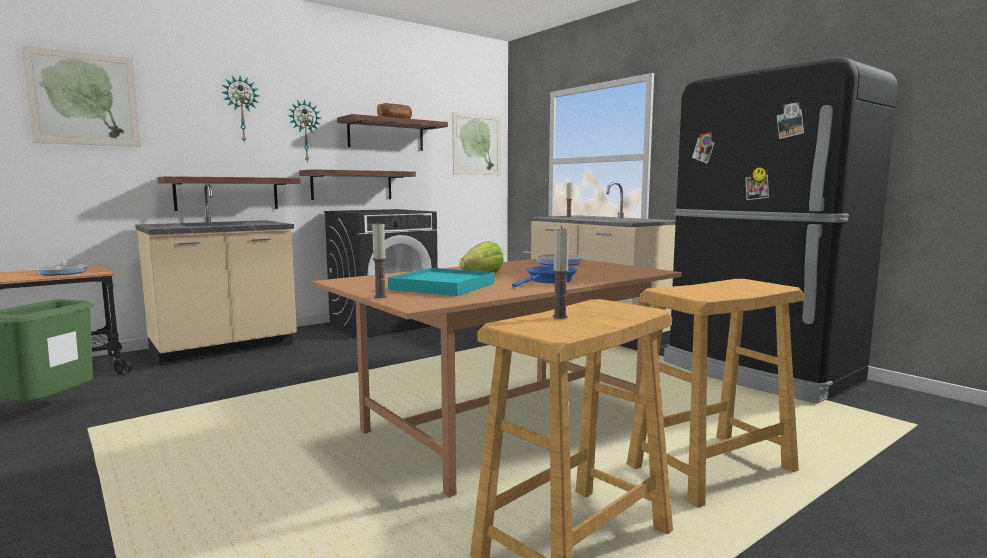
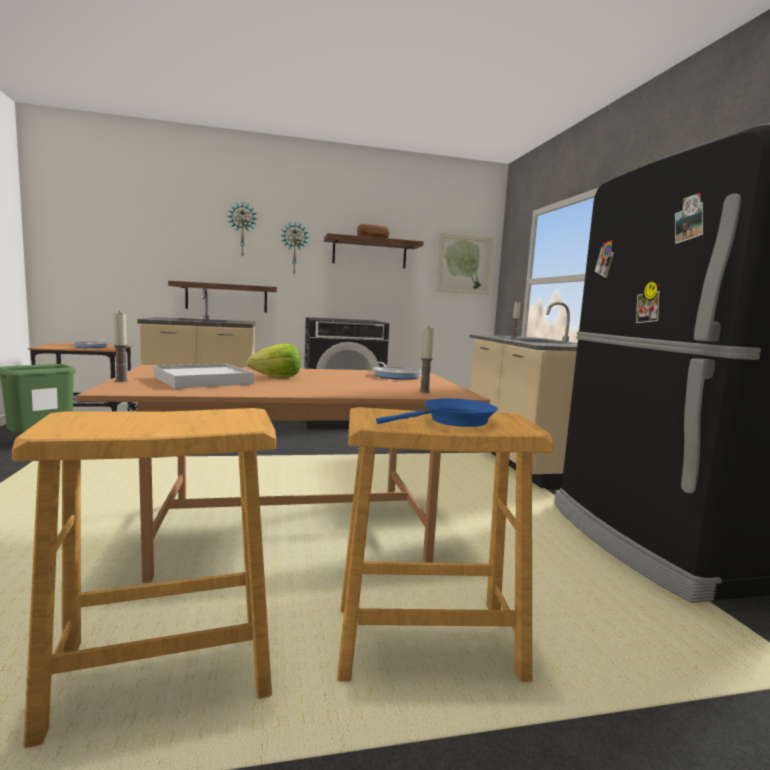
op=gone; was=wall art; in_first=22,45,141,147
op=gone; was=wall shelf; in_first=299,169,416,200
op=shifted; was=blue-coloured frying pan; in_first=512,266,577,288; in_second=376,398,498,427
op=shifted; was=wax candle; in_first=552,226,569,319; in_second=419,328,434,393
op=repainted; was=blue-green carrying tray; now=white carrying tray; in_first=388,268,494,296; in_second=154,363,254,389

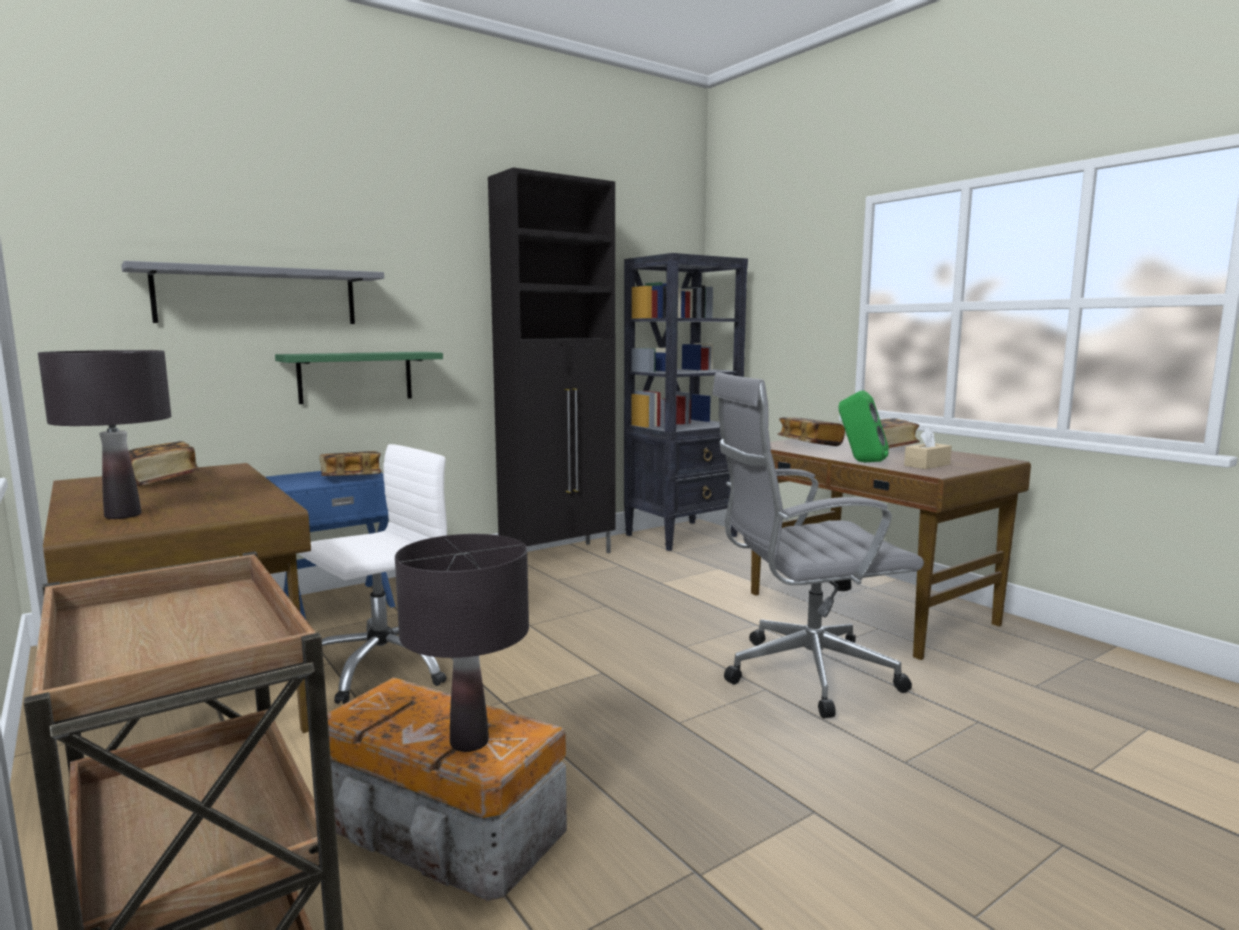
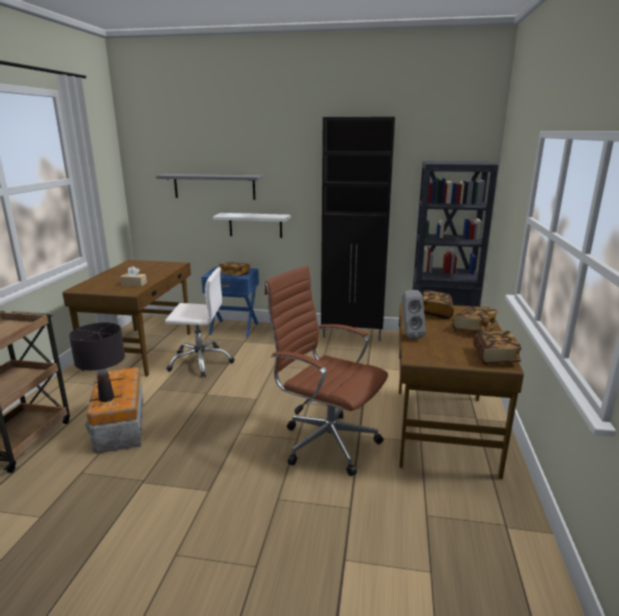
op=gone; was=black lamp for a table; in_first=38,350,171,519
op=shifted; was=bound book; in_first=129,441,199,486; in_second=473,331,522,365
op=shifted; was=beige tissue holder; in_first=904,427,952,469; in_second=120,266,147,286
op=repainted; was=greenish wall shelf; now=white wall shelf; in_first=275,352,443,404; in_second=213,213,290,238
op=repainted; was=greyish desk chair; now=brown desk chair; in_first=712,372,924,719; in_second=264,265,388,476
op=repainted; was=greenish loudspeaker; now=greyish loudspeaker; in_first=839,391,889,462; in_second=402,290,426,339

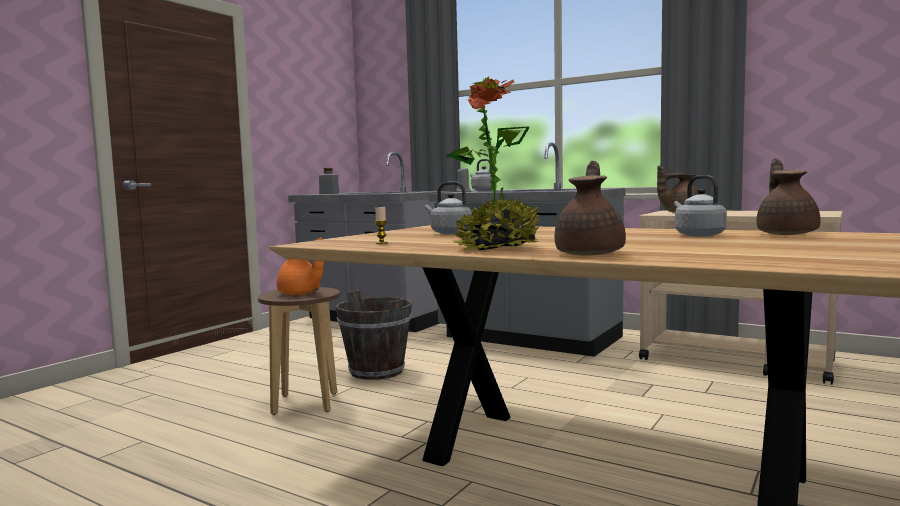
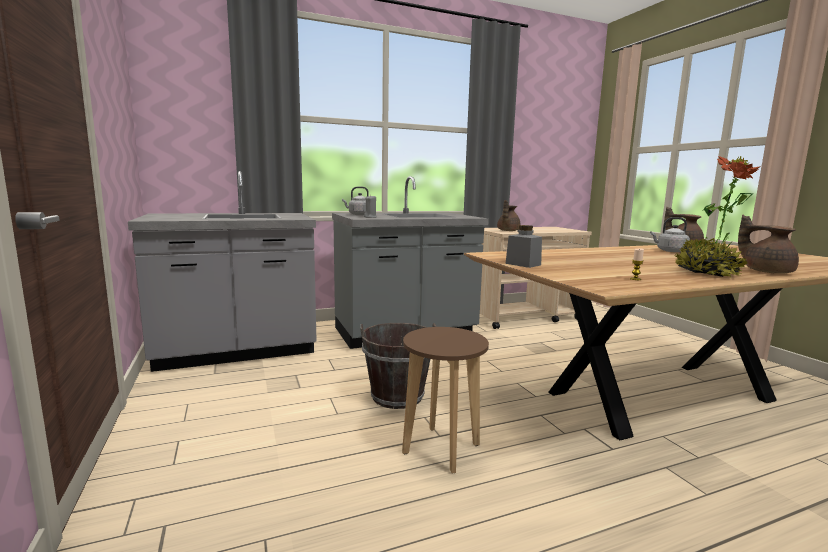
op=gone; was=orangey pot for tea; in_first=277,238,324,295
op=gone; was=greyish water kettle; in_first=425,182,472,234
op=shifted; was=greyish jar; in_first=319,168,339,194; in_second=505,225,542,268

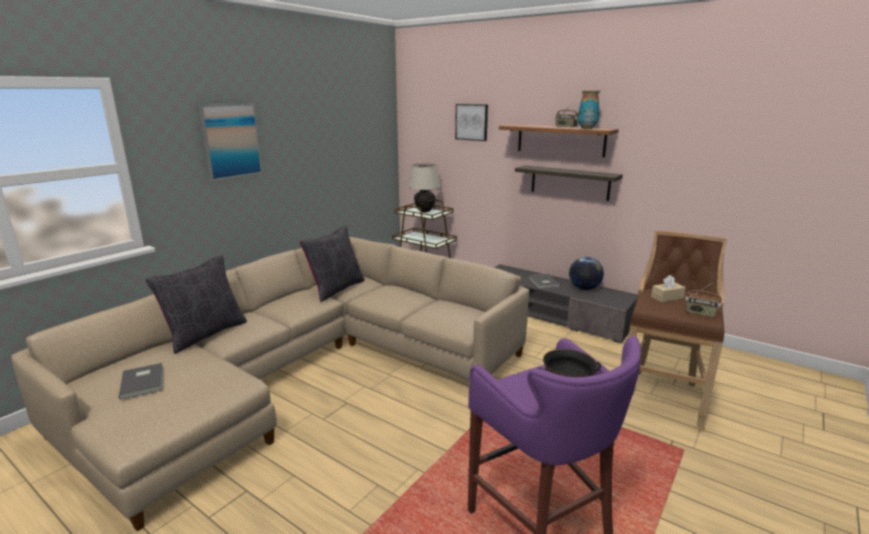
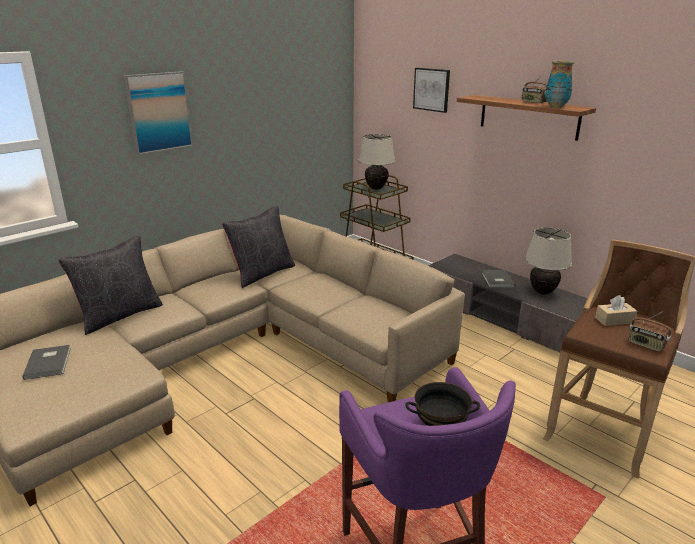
op=gone; was=wall shelf; in_first=515,165,623,201
op=swapped; was=globe; now=beige lamp for a table; in_first=569,257,604,290; in_second=524,228,572,295

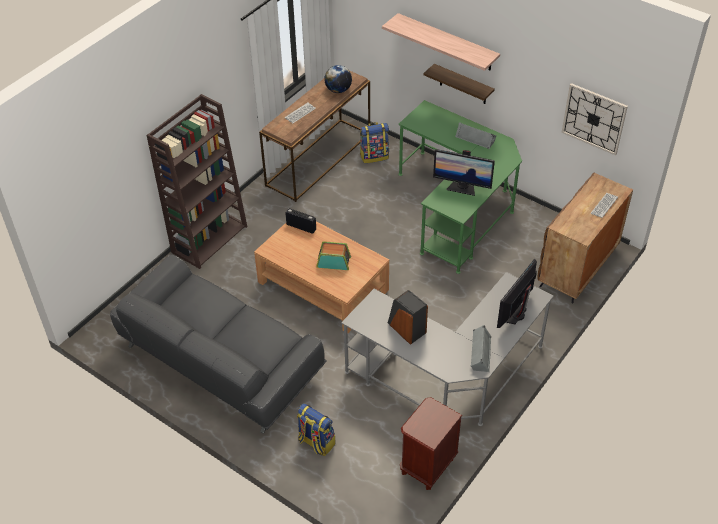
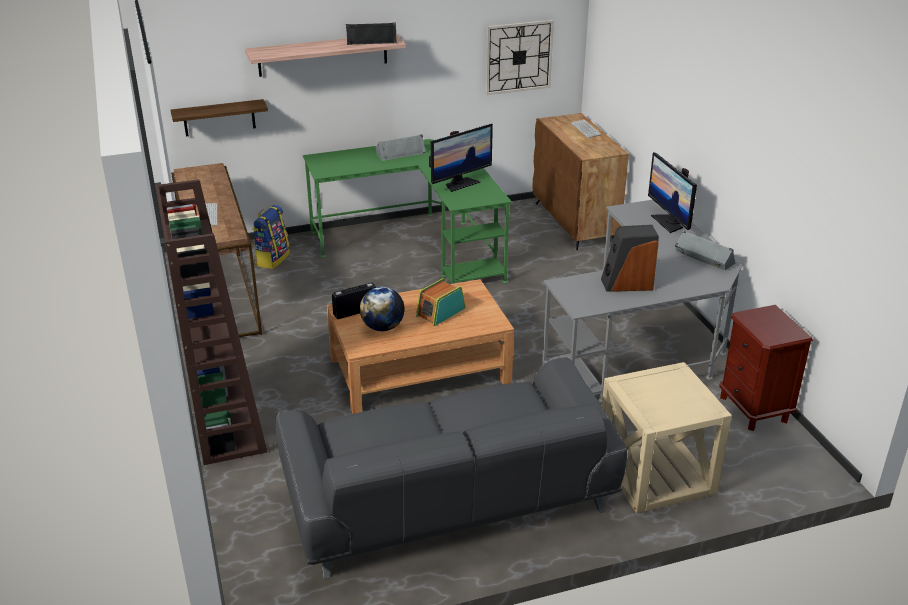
op=new; now=black loudspeaker; in_second=346,23,397,45
op=shifted; was=globe; in_first=324,65,352,93; in_second=360,287,405,331
op=shifted; was=wall shelf; in_first=423,64,495,104; in_second=170,99,268,137
op=swapped; was=backpack; now=beige end table; in_first=297,403,335,456; in_second=602,362,732,513

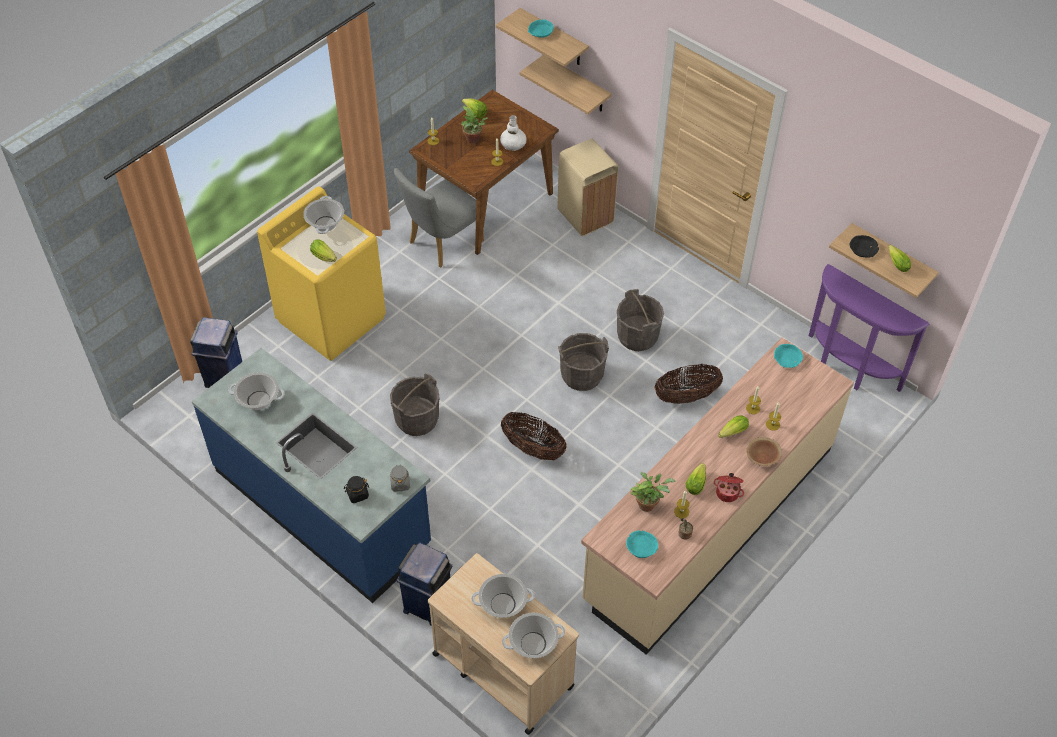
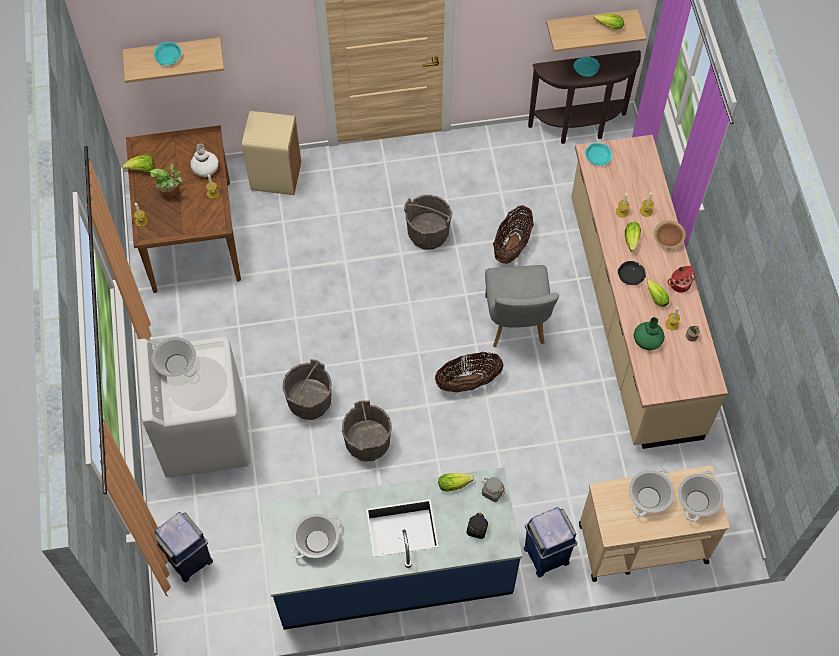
op=gone; was=wall shelf; in_first=520,55,612,114
op=shifted; was=head of lettuce; in_first=310,239,337,262; in_second=438,473,474,492
op=shifted; was=greyish plain chair; in_first=394,168,484,267; in_second=485,265,559,347
op=shifted; was=greyish bucket; in_first=558,333,609,391; in_second=283,359,332,420
op=shifted; was=blue-green serving bowl; in_first=626,530,658,558; in_second=573,56,600,77
op=shifted; was=black serving bowl; in_first=849,235,879,258; in_second=618,261,646,285
op=swapped; was=plant in a pot; now=greenish decorative vase; in_first=630,472,676,512; in_second=634,317,664,350
op=repainted; was=yellow laundry machine; now=white laundry machine; in_first=257,186,386,361; in_second=136,336,251,478
op=repainted; was=purple hall table; now=brown hall table; in_first=809,264,930,392; in_second=528,50,641,144

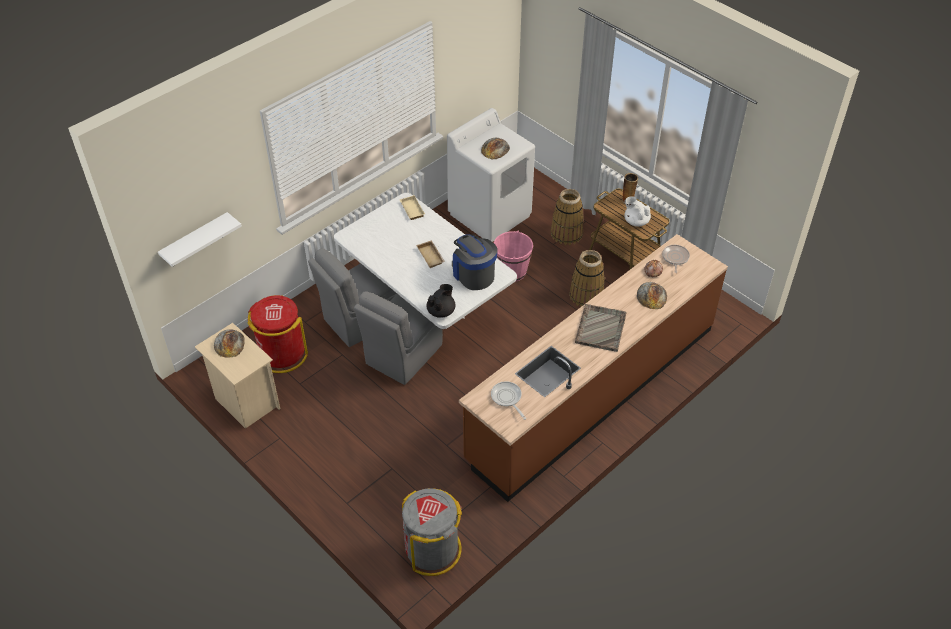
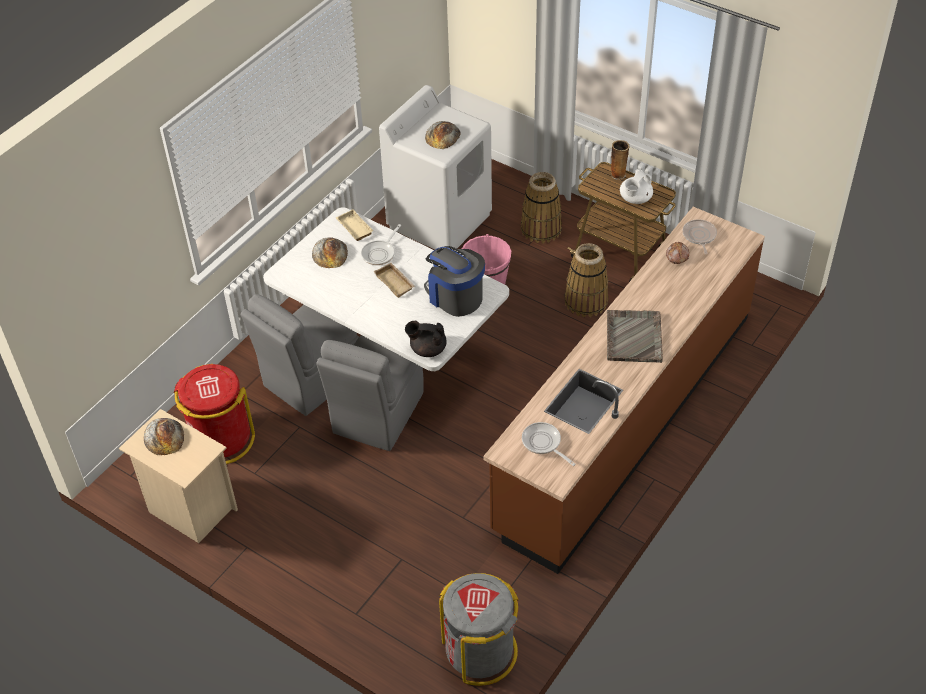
op=gone; was=white wall shelf; in_first=158,212,242,267
op=new; now=frying pan; in_second=361,224,401,265
op=shifted; was=bread; in_first=637,282,667,309; in_second=312,237,348,268
op=rotated; was=black pot for tea; in_first=426,284,456,318; in_second=405,321,447,357; clockwise=-105
op=rotated; was=white pot for tea; in_first=624,196,651,227; in_second=620,169,653,204; clockwise=-90

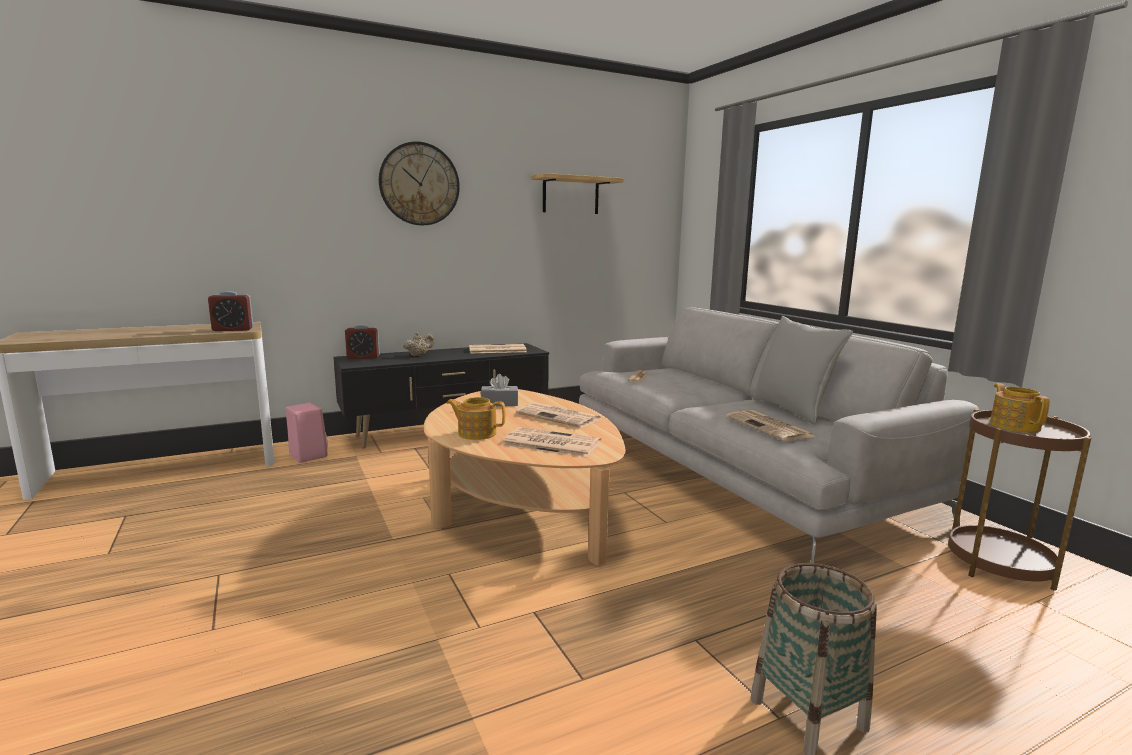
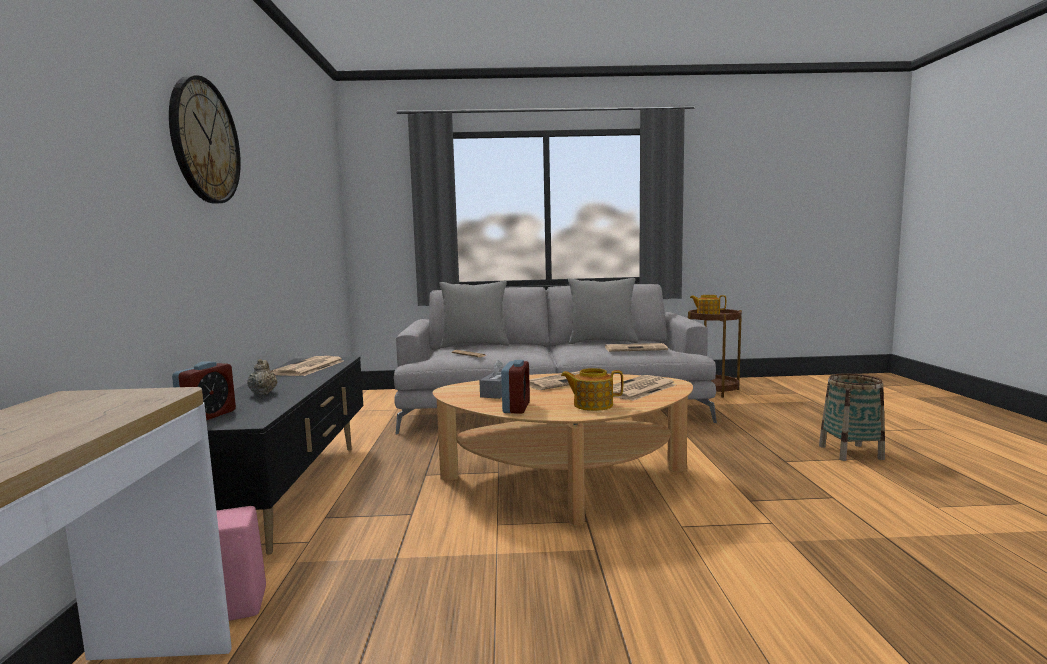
op=gone; was=wall shelf; in_first=531,173,624,214
op=new; now=greyish pillow; in_second=439,281,509,348
op=shifted; was=alarm clock; in_first=208,291,253,331; in_second=501,360,530,414
op=rotated; was=pot for tea; in_first=447,397,505,440; in_second=561,368,623,411; clockwise=60

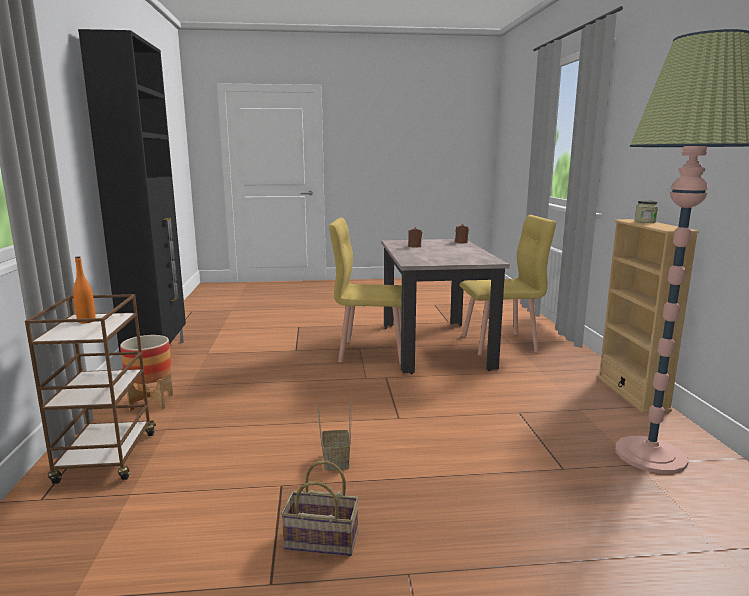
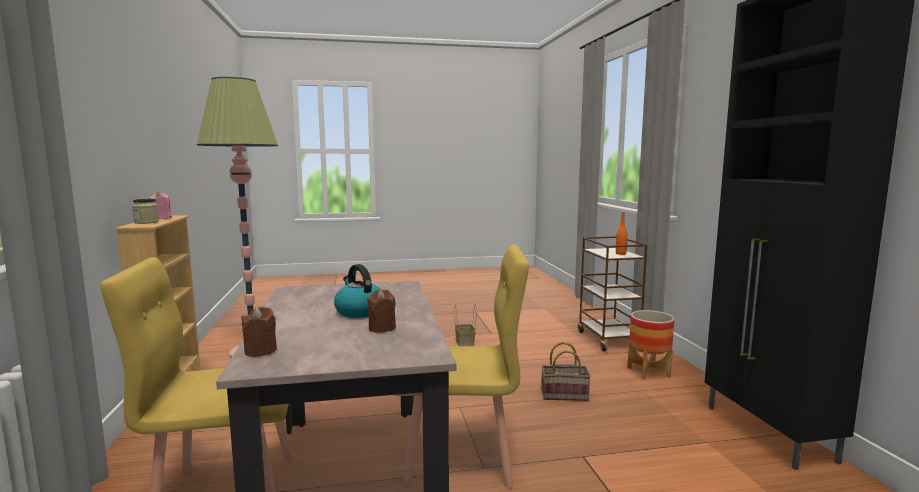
op=new; now=pinkish wax candle; in_second=148,191,172,219
op=new; now=water kettle; in_second=334,264,380,318
op=shifted; was=basket; in_first=281,461,359,556; in_second=541,342,591,401

